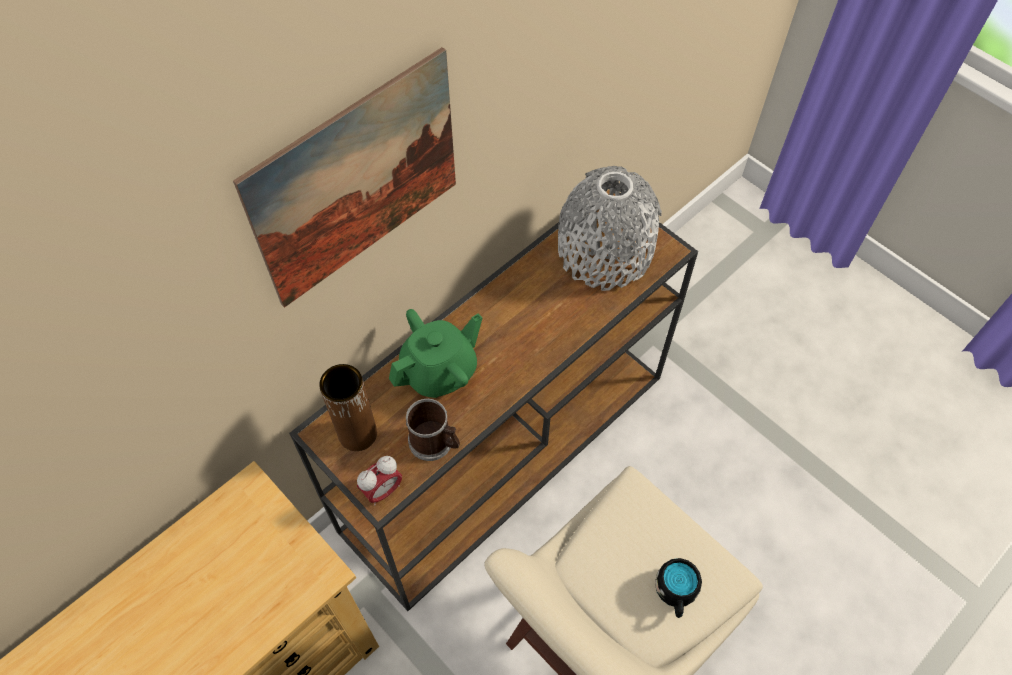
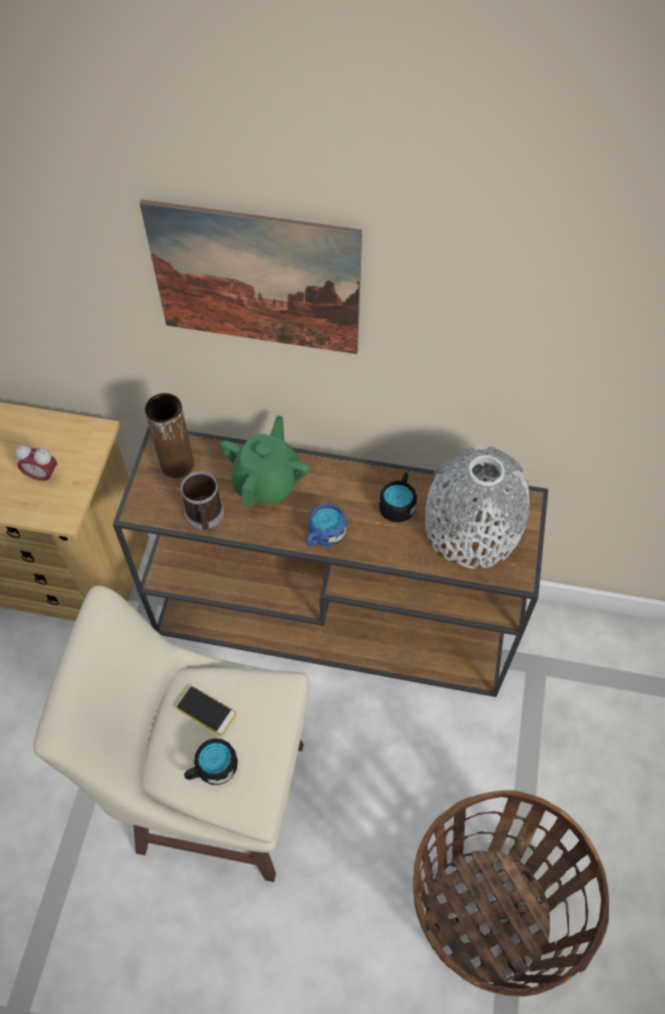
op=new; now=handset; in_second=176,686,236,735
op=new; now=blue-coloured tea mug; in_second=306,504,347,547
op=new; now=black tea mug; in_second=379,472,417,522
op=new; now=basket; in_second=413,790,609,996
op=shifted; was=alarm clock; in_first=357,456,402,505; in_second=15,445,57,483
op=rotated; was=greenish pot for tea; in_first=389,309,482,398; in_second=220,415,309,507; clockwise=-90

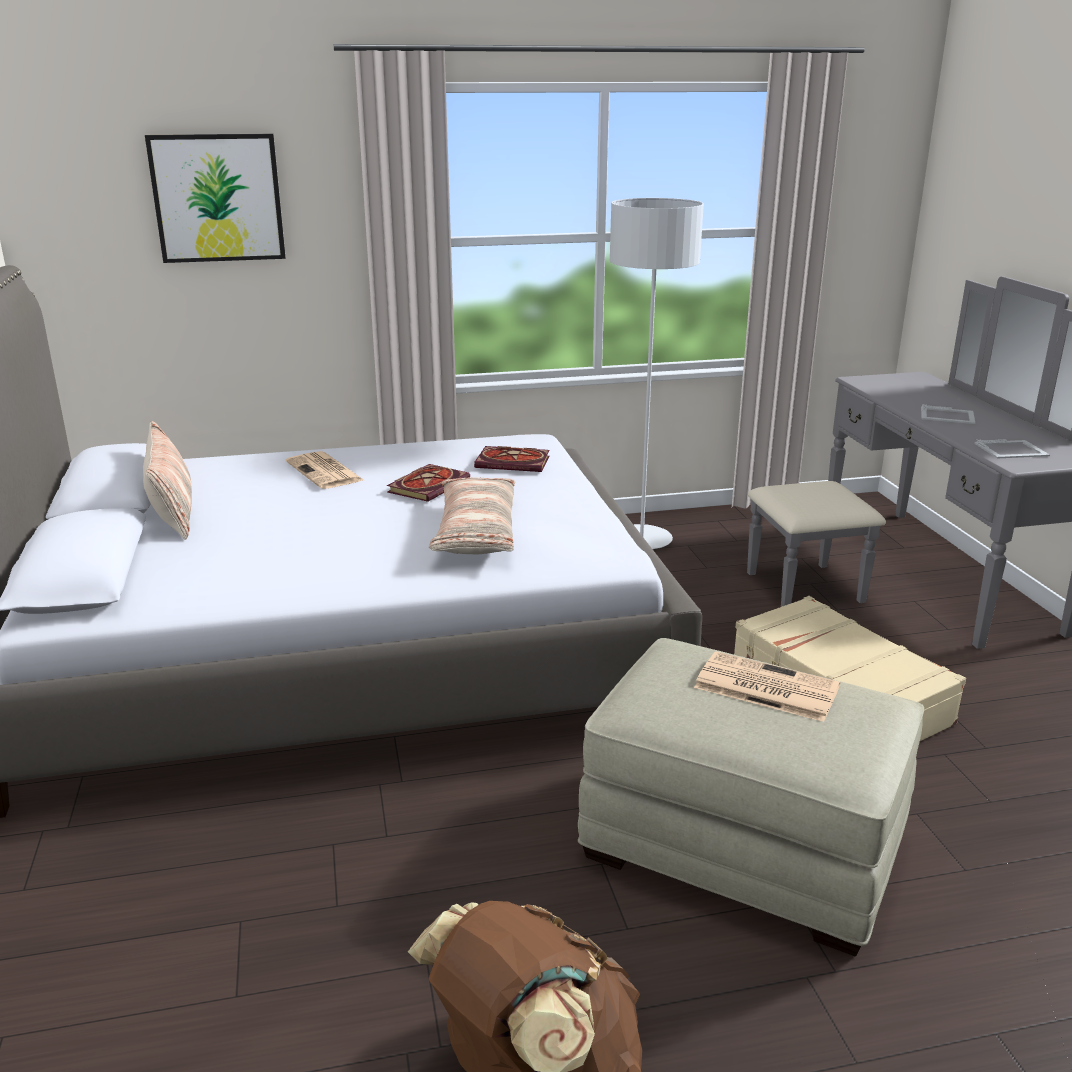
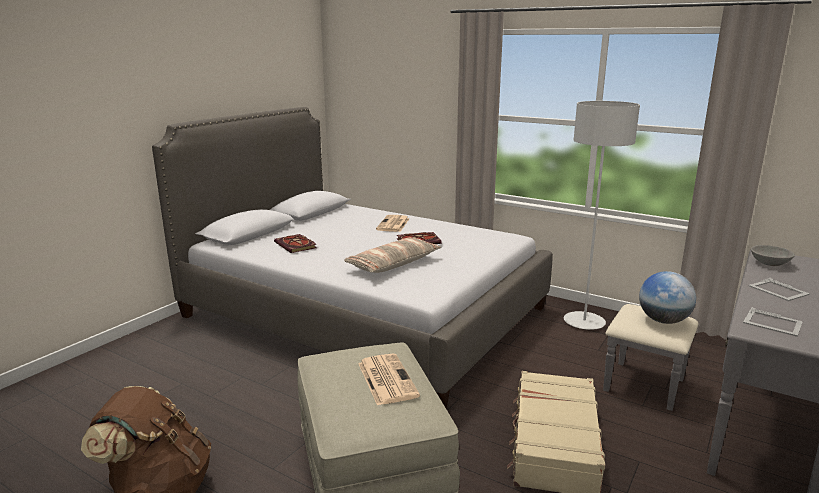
op=gone; was=pillow; in_first=143,421,192,540
op=gone; was=wall art; in_first=145,134,286,263
op=new; now=globe; in_second=639,271,696,324
op=new; now=greyish serving bowl; in_second=751,245,795,266
op=shifted; was=bound book; in_first=474,446,550,472; in_second=274,234,317,253

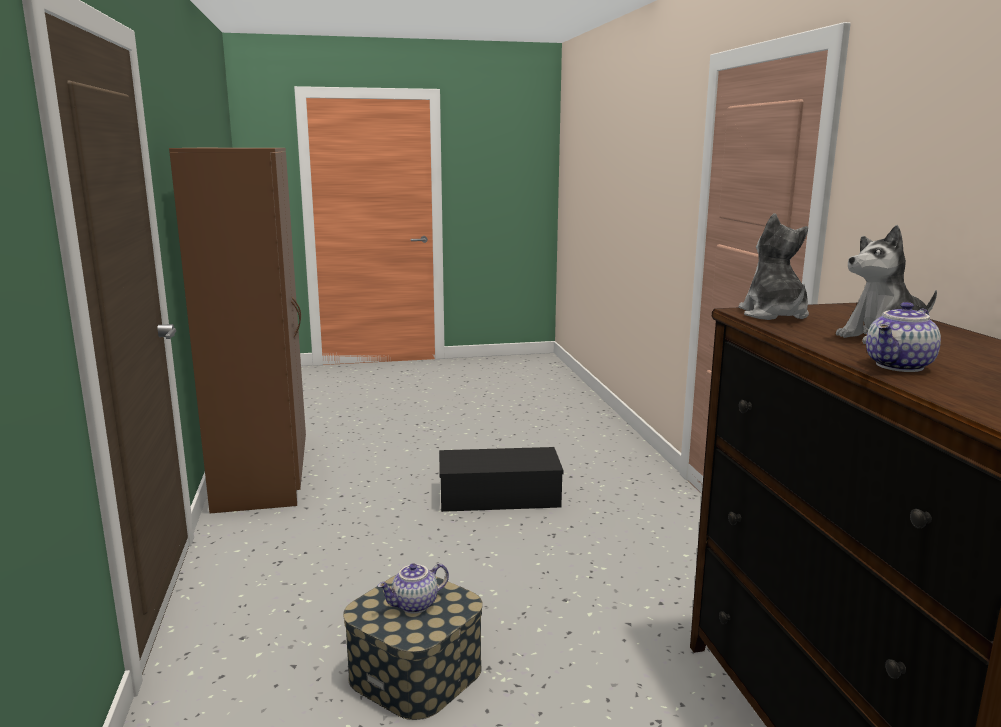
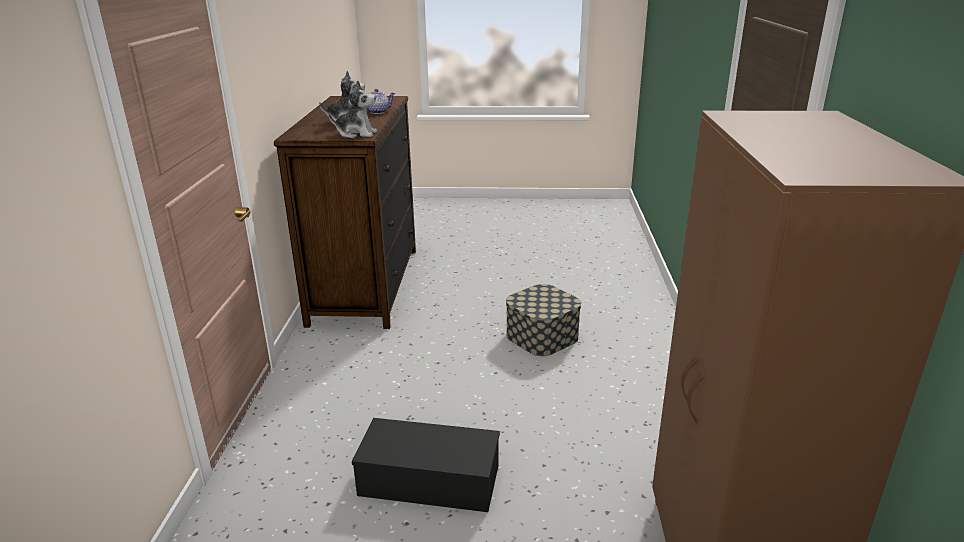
op=gone; was=pot for tea; in_first=378,563,449,613
op=rotated; was=plush toy; in_first=739,213,809,320; in_second=328,81,377,138; clockwise=-90

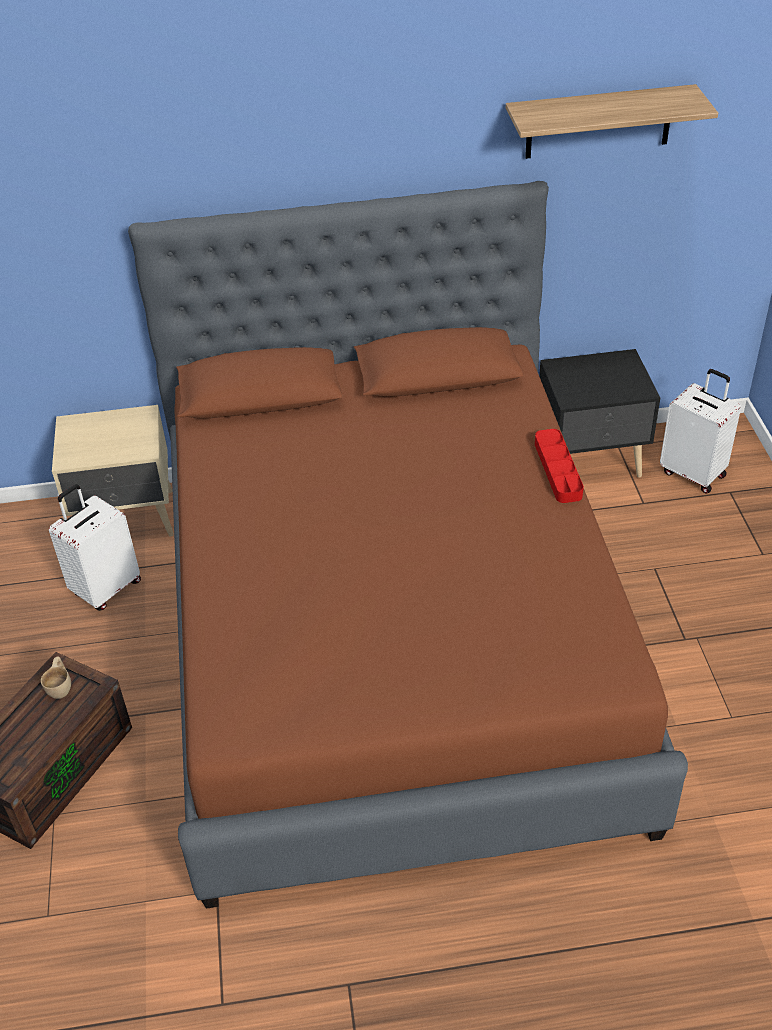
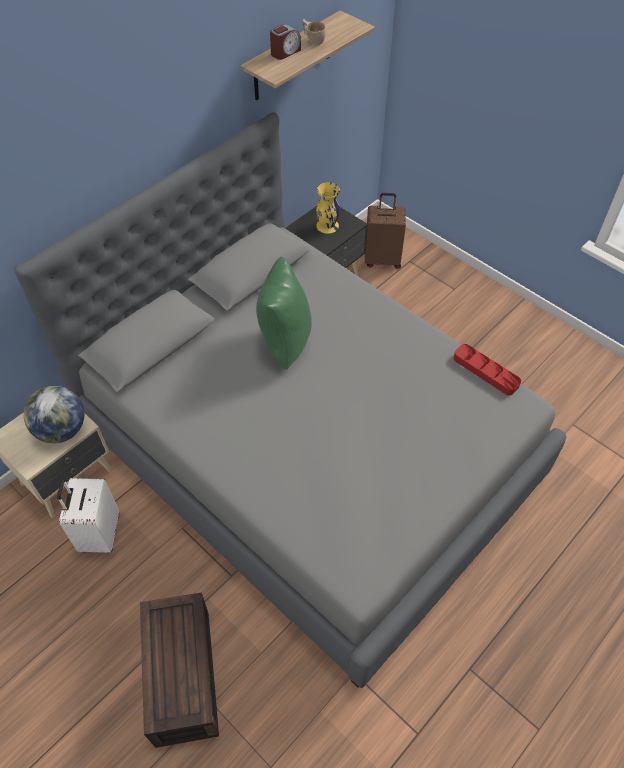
op=new; now=globe; in_second=24,386,84,444
op=new; now=greenish pillow; in_second=256,256,312,370
op=new; now=alarm clock; in_second=270,24,301,60
op=new; now=yellow decorative vase; in_second=316,182,340,234
op=shifted; was=beige drinking cup; in_first=41,657,71,699; in_second=303,19,326,45
op=shifted; was=red-coloured carrying tray; in_first=535,429,584,503; in_second=454,344,521,395
op=repainted; was=brown bedroom bed; now=greyish bedroom bed; in_first=128,181,688,909; in_second=14,112,567,688
op=repainted; was=white suitcase; now=brown suitcase; in_first=660,369,741,494; in_second=365,193,406,269

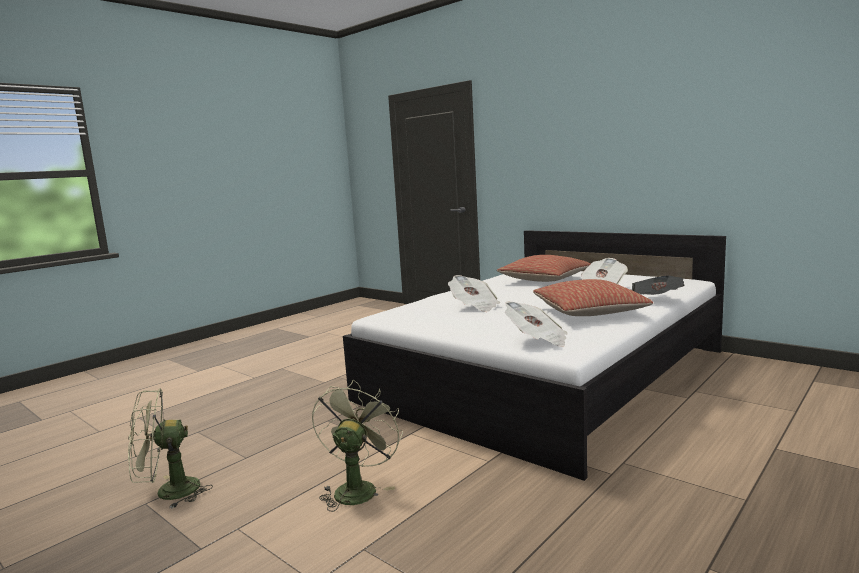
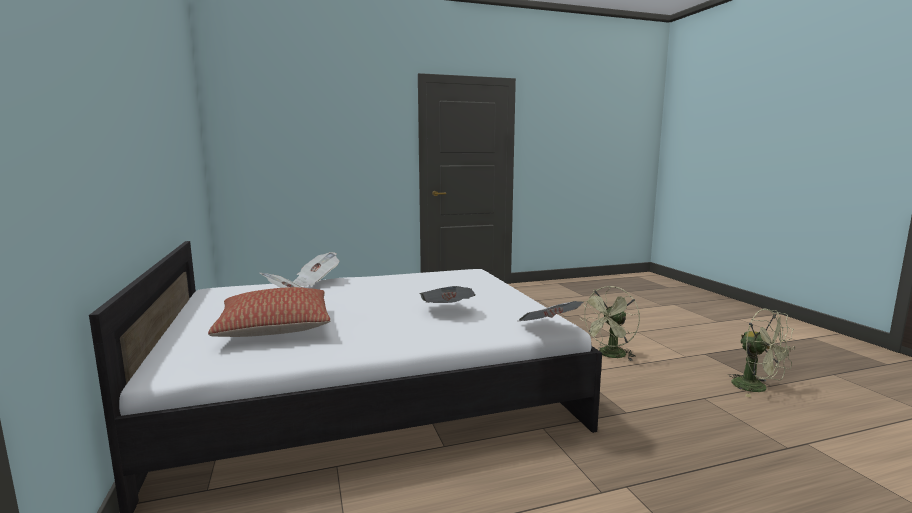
op=gone; was=pillow; in_first=533,279,654,316
op=shifted; was=newspaper; in_first=505,301,568,347; in_second=519,301,584,321
op=rotated; was=greenish fan; in_first=128,388,213,509; in_second=728,308,795,397; clockwise=45

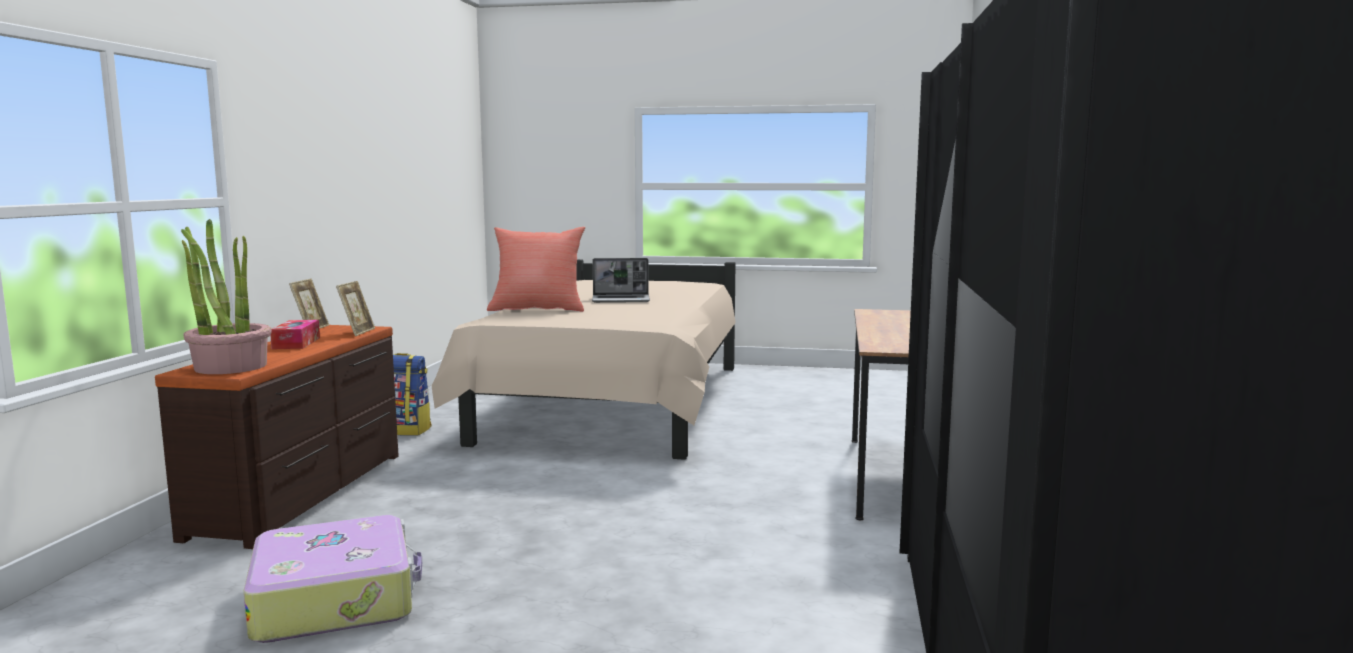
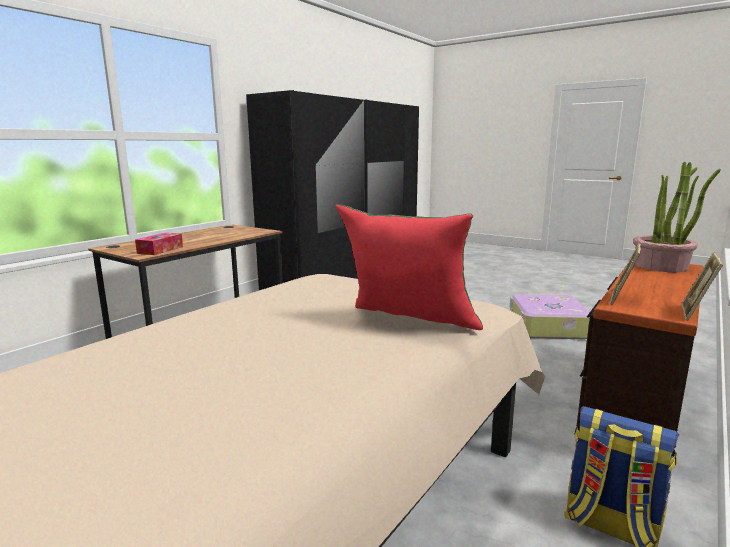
op=gone; was=notebook computer; in_first=592,258,650,303
op=shifted; was=tissue holder; in_first=270,320,320,349; in_second=135,233,183,255
op=repainted; was=red-coloured pillow; now=greenish pillow; in_first=487,227,585,312; in_second=335,204,483,330

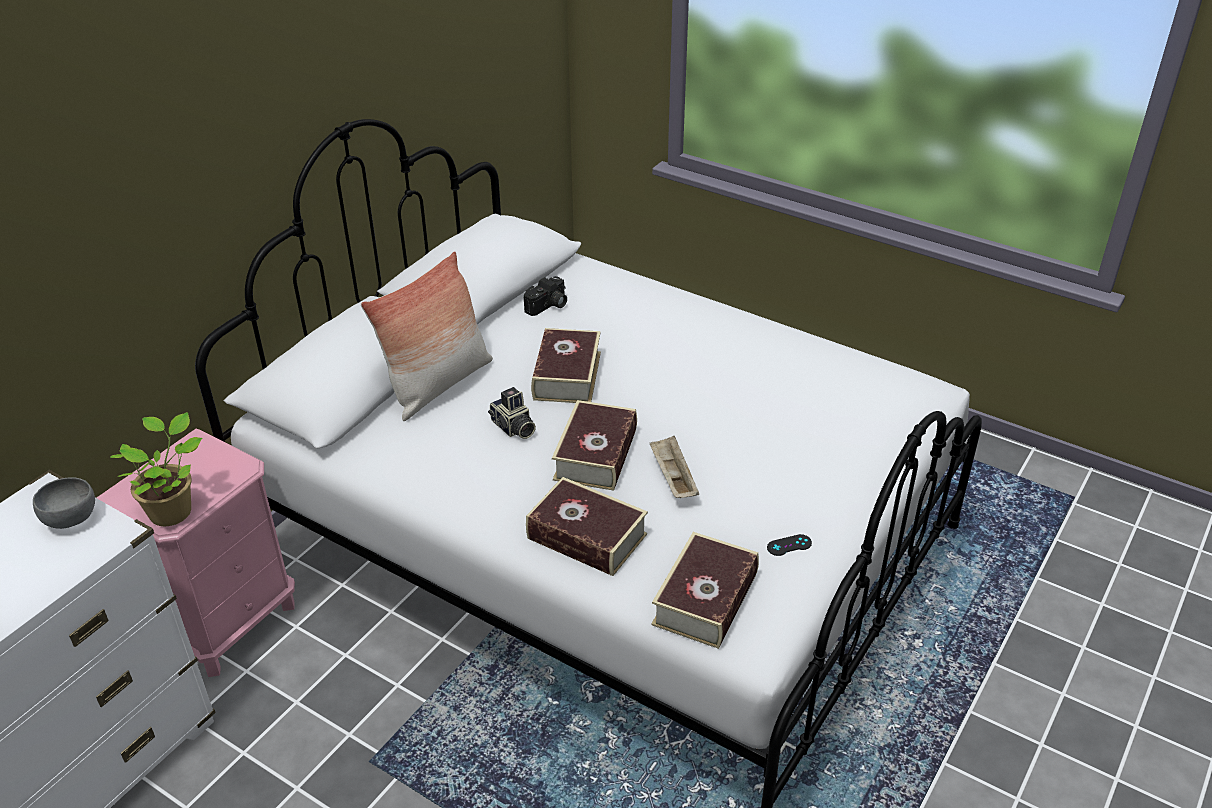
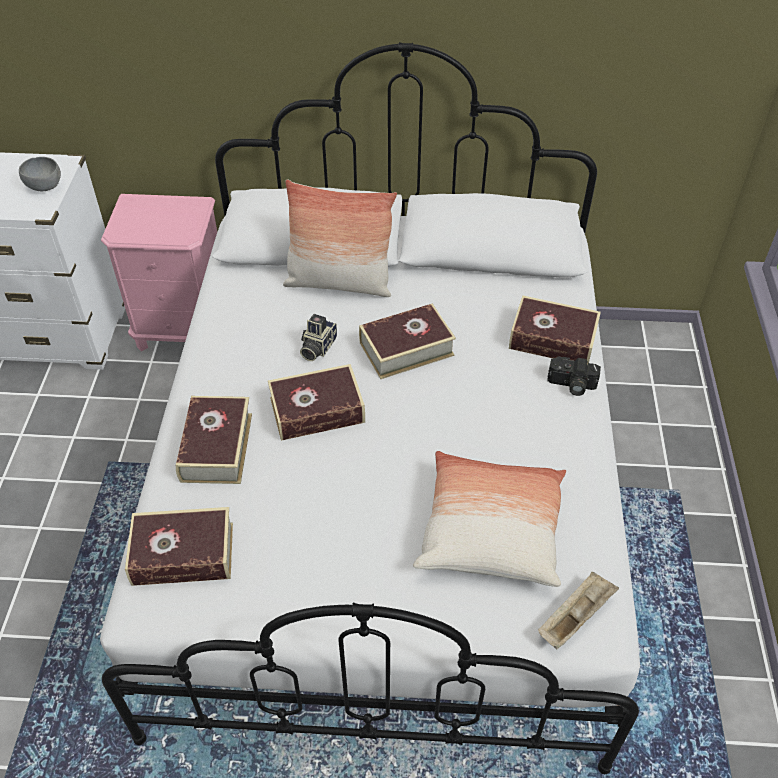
op=gone; was=plant in a pot; in_first=110,412,202,526
op=gone; was=black game controller; in_first=767,534,812,556
op=new; now=pillow; in_second=413,451,566,587
op=new; now=bound book; in_second=509,296,601,363
op=shifted; was=still camera; in_first=524,276,567,316; in_second=547,357,601,396
op=shifted; was=beige carrying tray; in_first=650,435,699,498; in_second=538,571,619,649

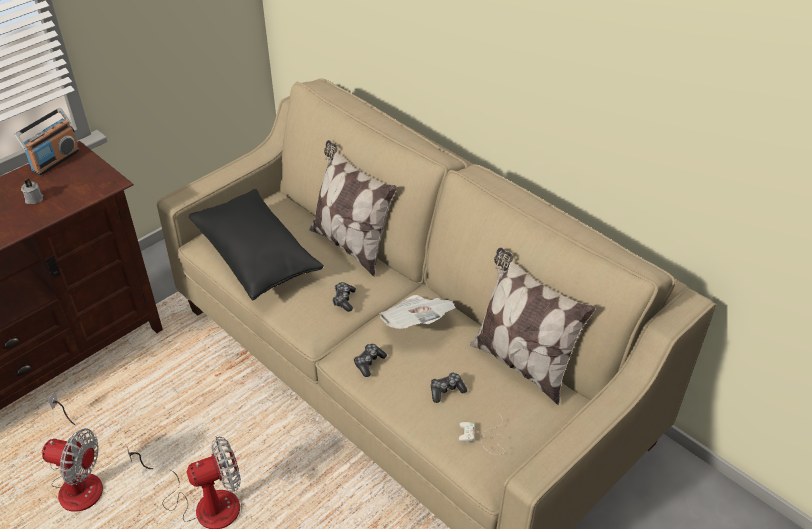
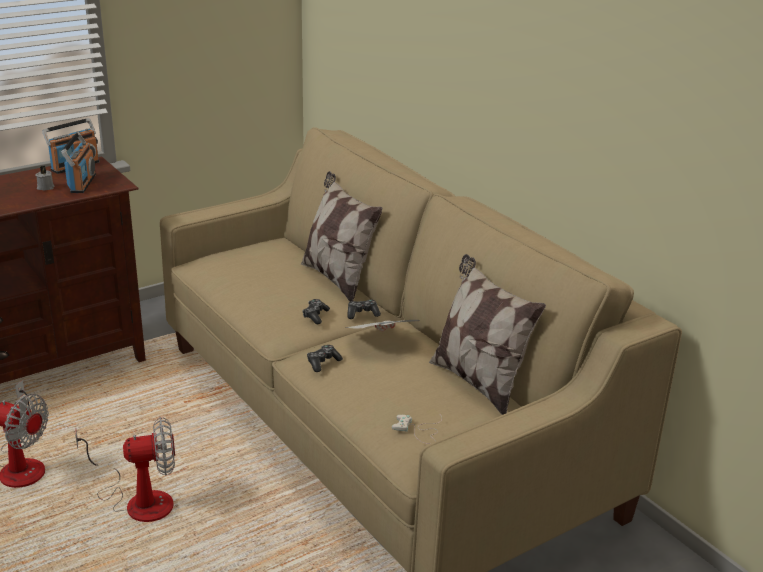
op=gone; was=black pillow; in_first=189,189,324,301
op=new; now=radio set; in_second=61,132,96,193
op=shifted; was=game controller; in_first=431,372,467,403; in_second=347,300,381,319

